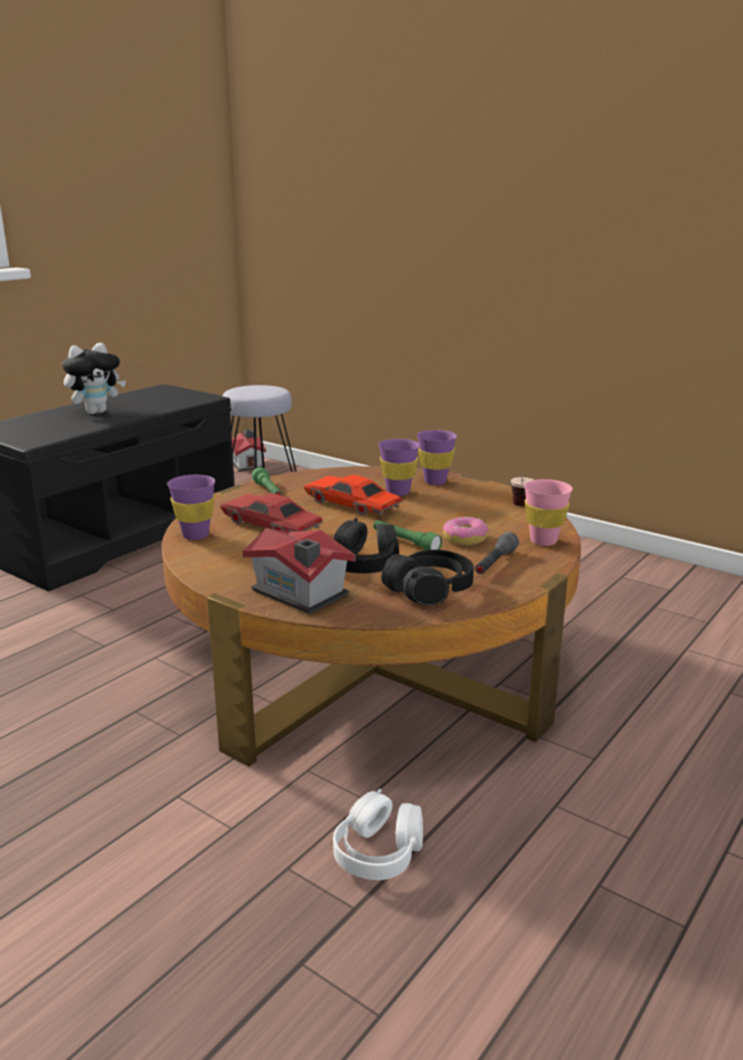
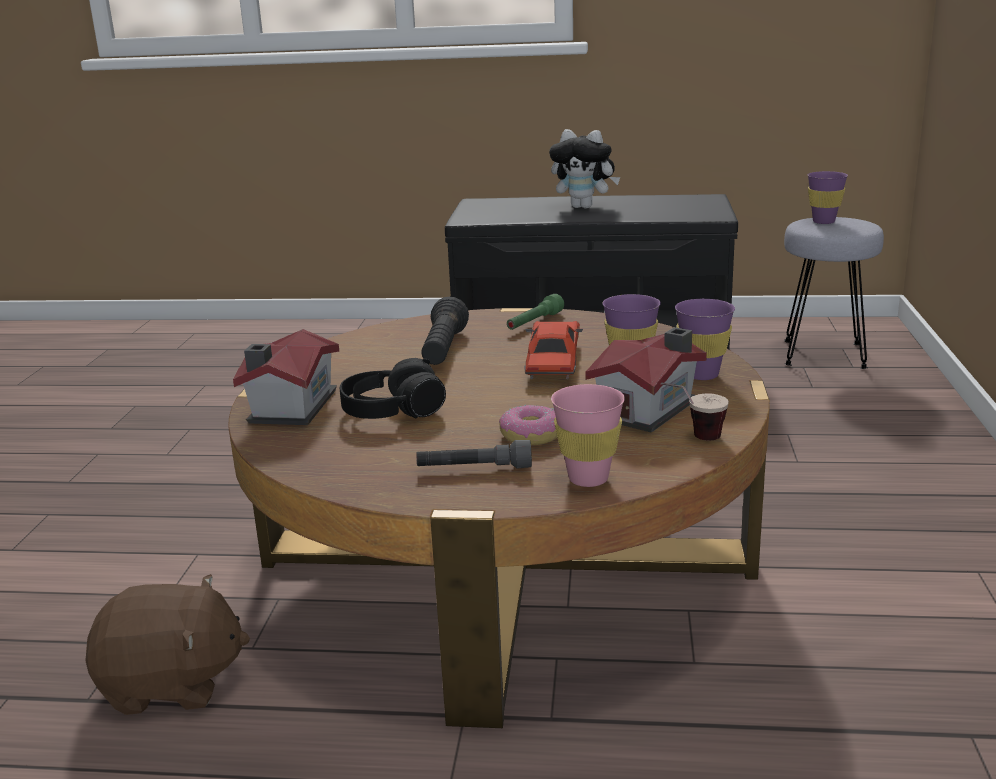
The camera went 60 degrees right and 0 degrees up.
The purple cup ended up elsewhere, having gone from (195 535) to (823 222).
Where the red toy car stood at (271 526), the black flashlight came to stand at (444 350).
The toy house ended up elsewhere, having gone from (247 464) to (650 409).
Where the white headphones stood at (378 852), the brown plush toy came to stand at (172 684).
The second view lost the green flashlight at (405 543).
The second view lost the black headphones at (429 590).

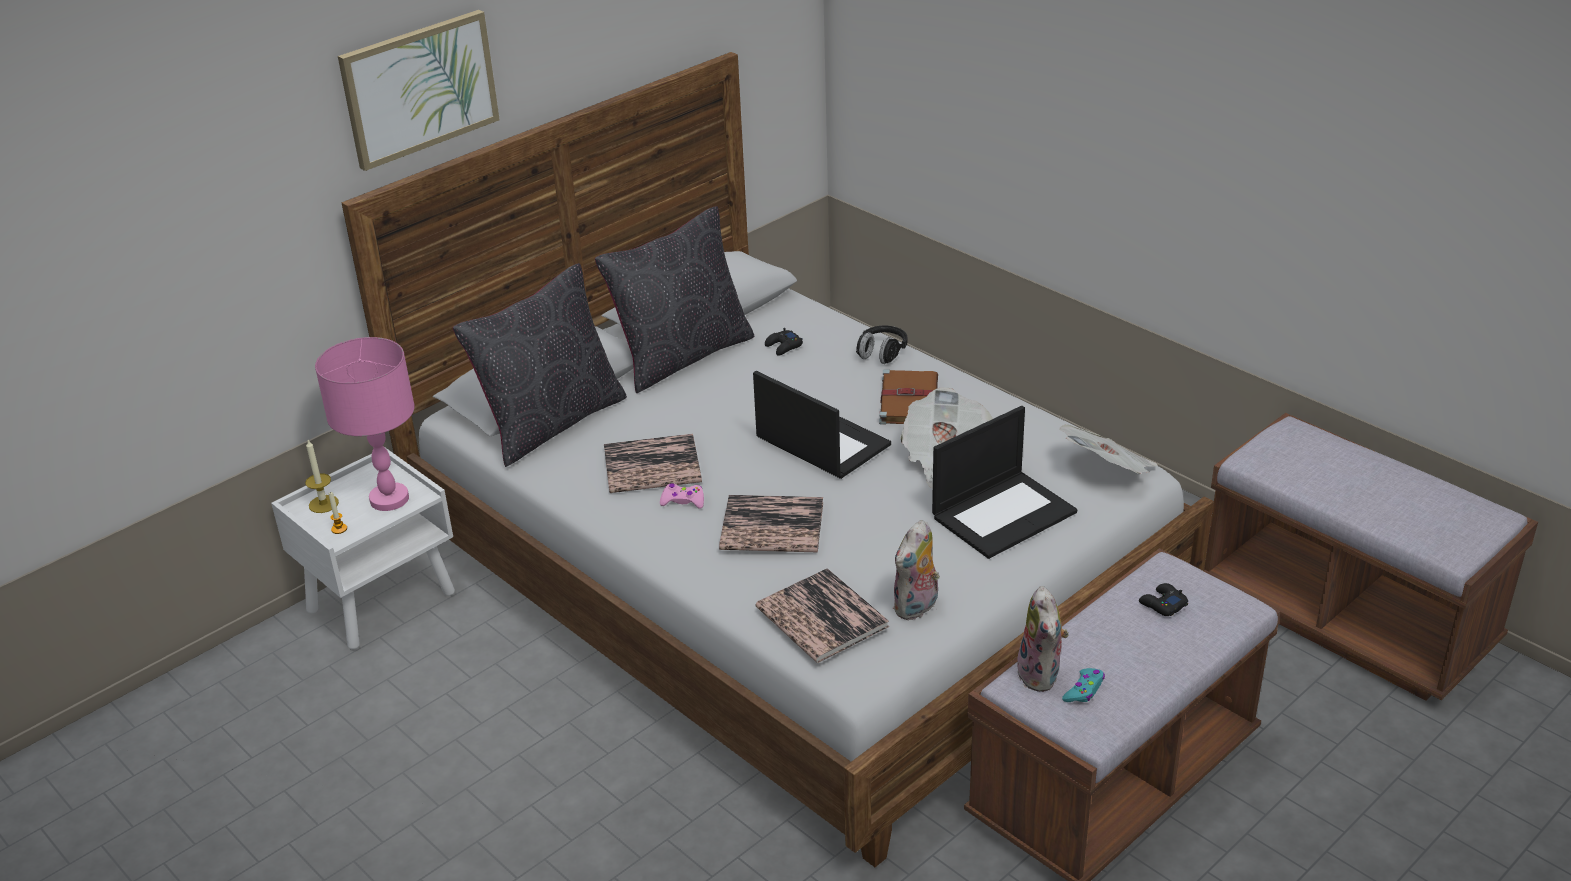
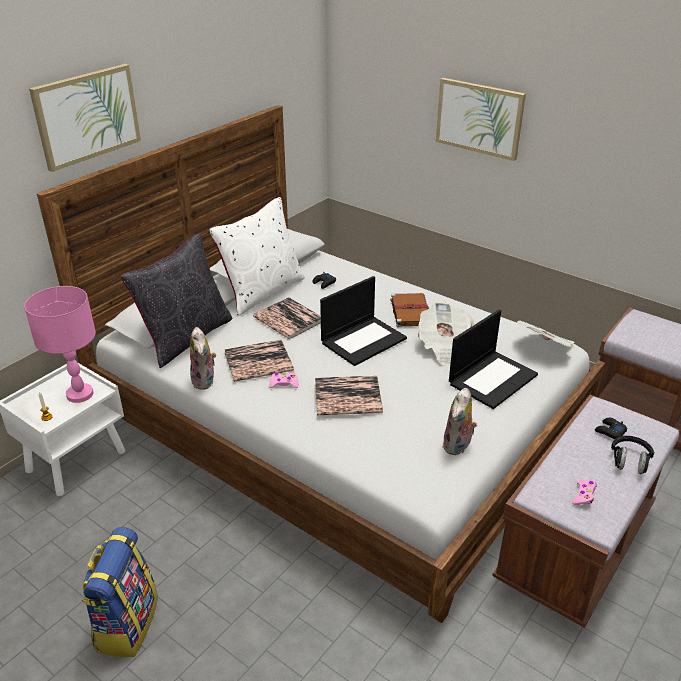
The camera went 10 degrees left and 0 degrees up.
The second view lost the candle at (323 504).
What was the black pillow at (682 356) turned into the white pillow at (262 292).
The laptop at (821 442) ended up facing another way, 105 degrees clockwise from before.
The book ended up elsewhere, having gone from (821 617) to (288 319).
The black headphones ended up elsewhere, having gone from (881 353) to (629 461).
The plush toy ended up elsewhere, having gone from (1042 675) to (205 381).
What was the turquoise game controller at (1084 690) turned into the pink game controller at (583 495).
The second view gained the backpack at (126 623).
The second view gained the picture at (479 118).

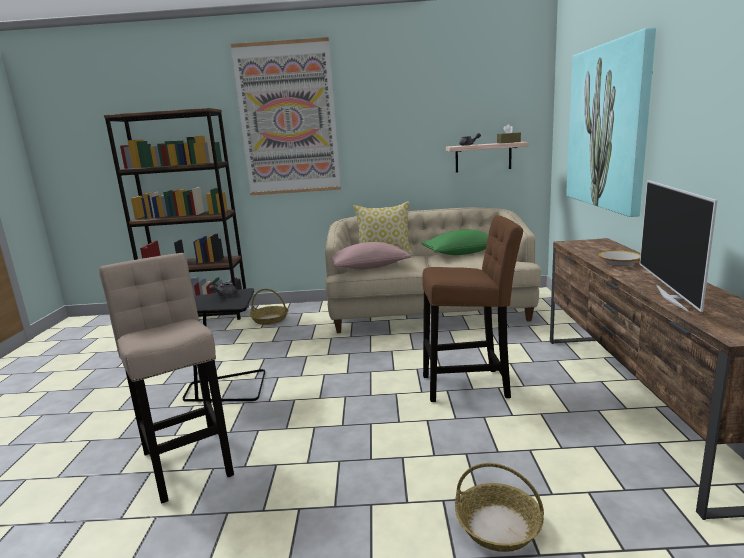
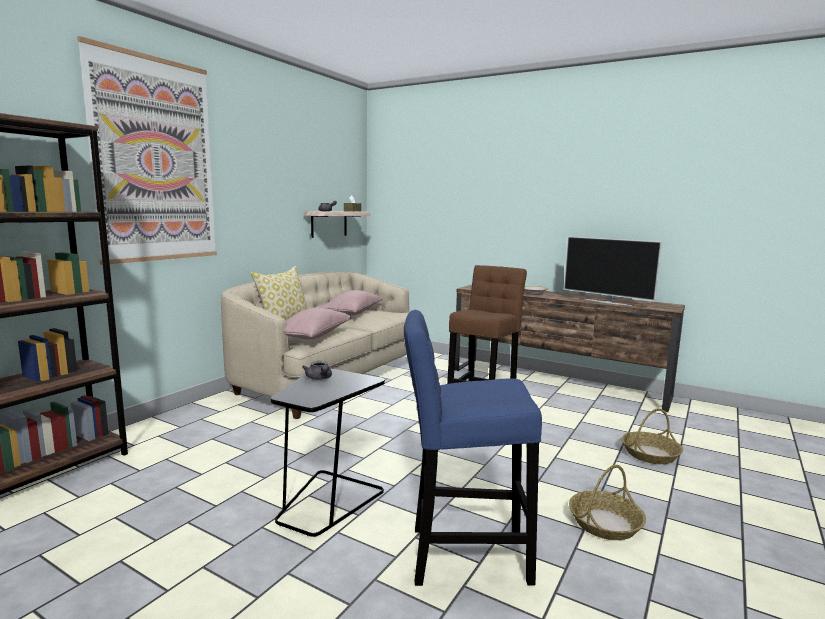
The camera went 60 degrees left and 5 degrees down.
What was the beige stool at (187 459) turned into the blue stool at (462 555).
The basket ended up elsewhere, having gone from (270 319) to (605 523).
What was the green pillow at (462 253) turned into the pink pillow at (352 313).
The second view lost the picture at (608 127).

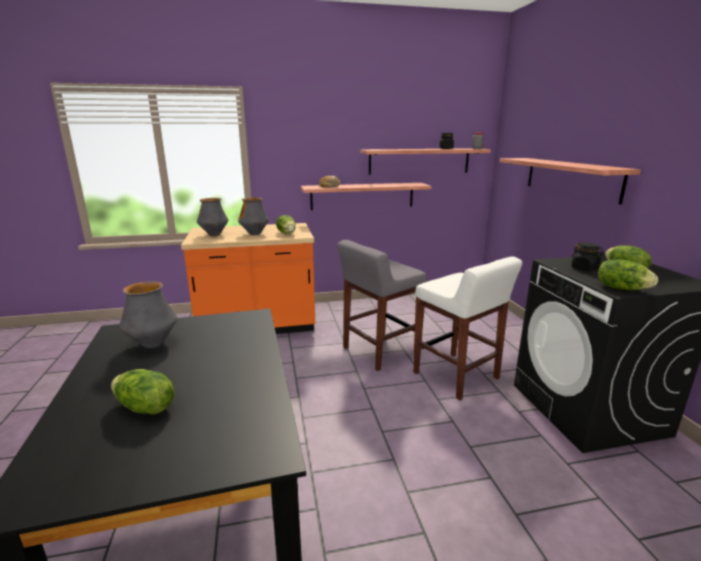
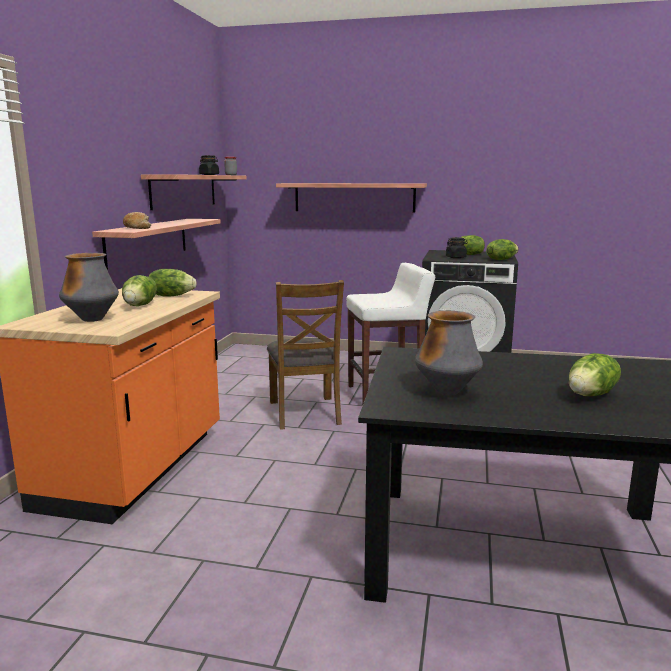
The camera went 65 degrees left and 5 degrees down.
Where the vase stood at (254 234), the lettuce came to stand at (140 305).
Where the grey stool stood at (379 351), the brown chair came to stand at (305 412).

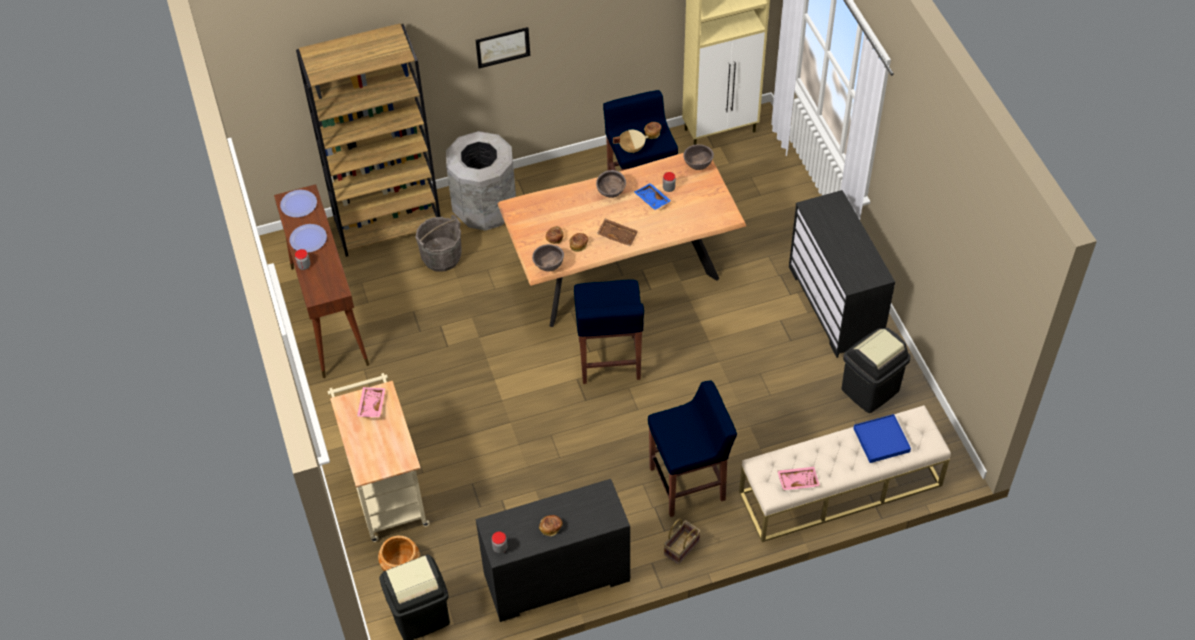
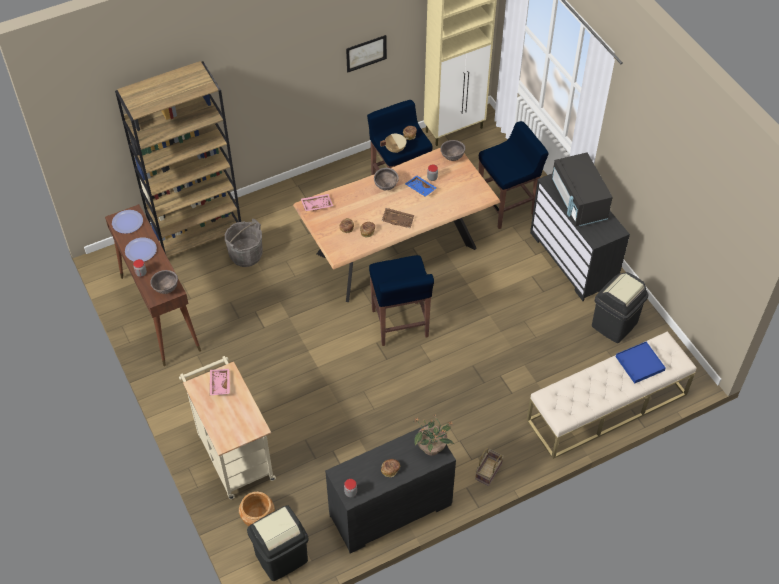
The camera went 10 degrees left and 0 degrees up.
The second view lost the grey trash can at (484 209).
The picture ended up elsewhere, having gone from (503 47) to (366 53).
The brown bowl ended up elsewhere, having gone from (548 266) to (166 289).
The blue stool ended up elsewhere, having gone from (689 484) to (507 206).
The pink tray ended up elsewhere, having gone from (797 480) to (317 205).
The second view gained the potted plant at (432 447).
The second view gained the black microwave at (578 202).

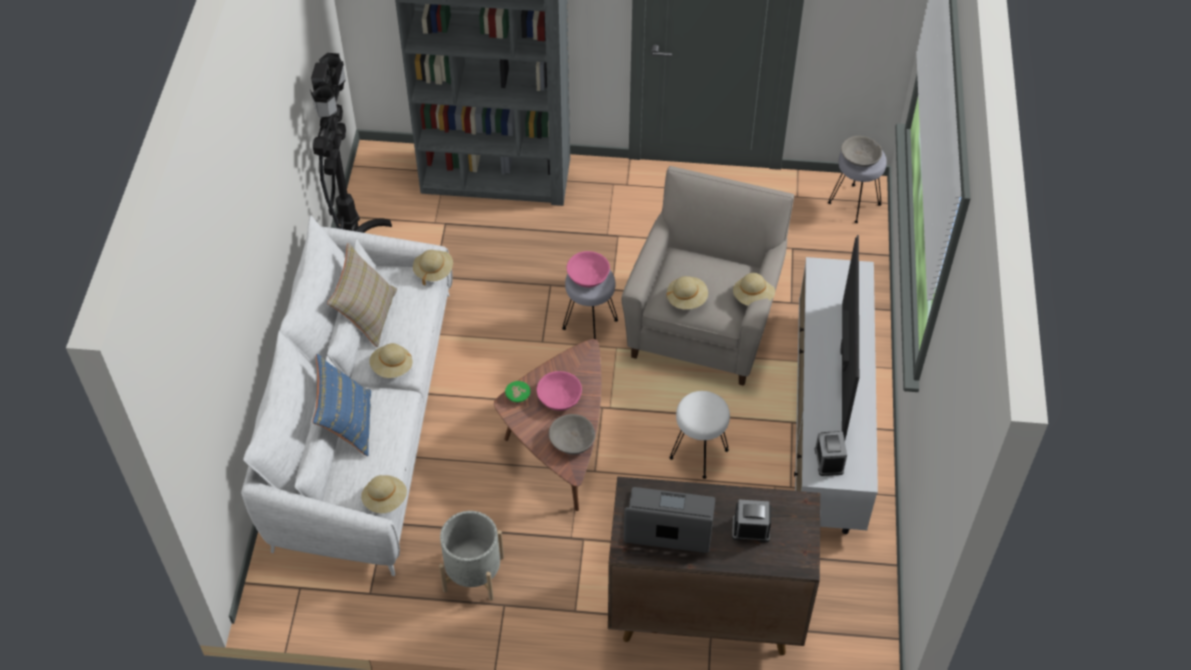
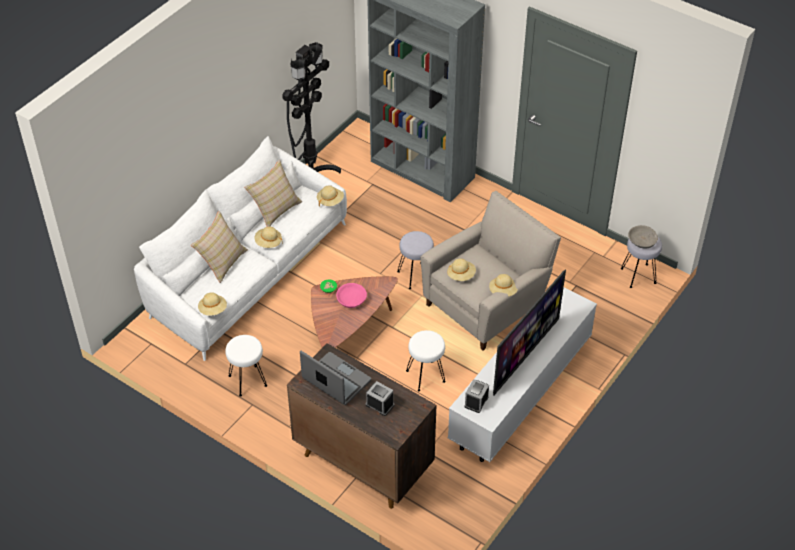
The camera went 30 degrees right and 5 degrees down.
What was the blue pillow at (347 424) turned into the beige pillow at (222 262).
Where the grey planter stood at (473 574), the white stool came to stand at (247 380).
The second view lost the grey bowl at (572 440).
The second view lost the pink bowl at (588 276).

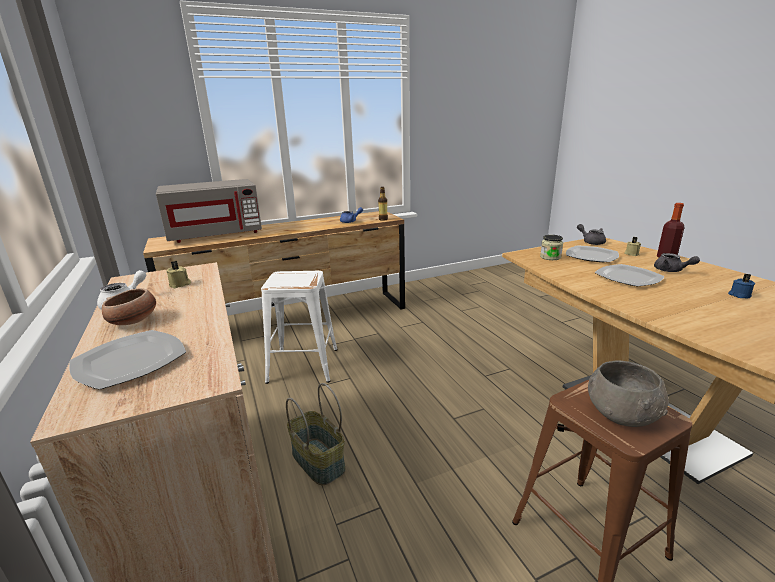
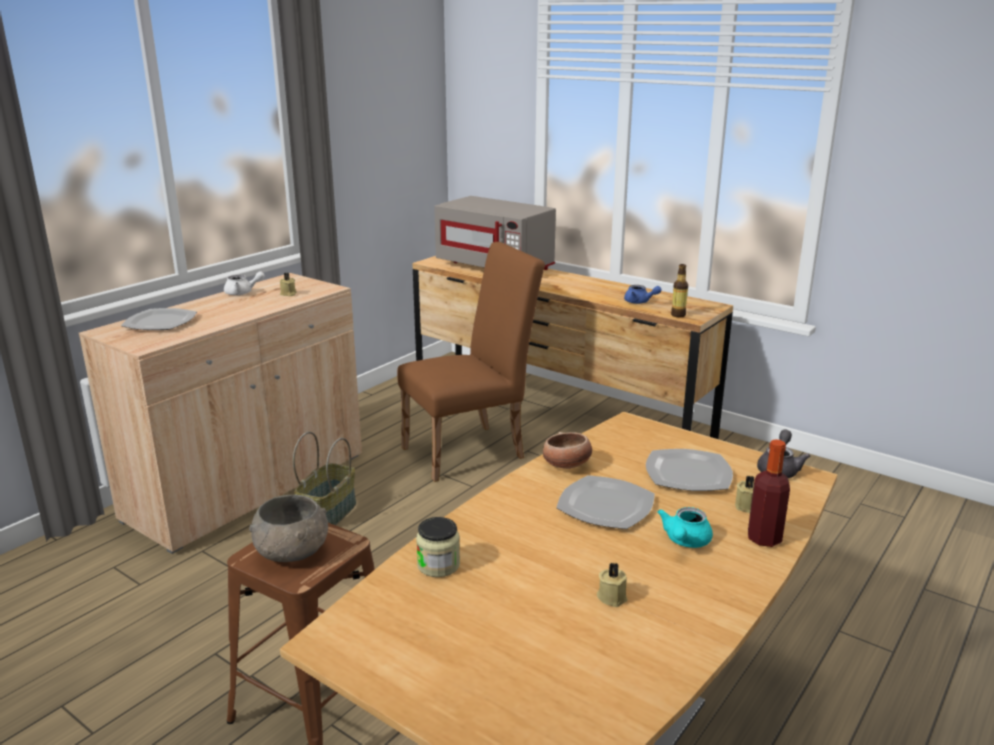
The camera went 60 degrees right and 0 degrees up.
The bowl ended up elsewhere, having gone from (134 321) to (567 465).
Where the white stool stood at (303 364), the brown chair came to stand at (471 450).
The jar ended up elsewhere, having gone from (550 257) to (438 565).
What was the grey teapot at (671 271) turned into the turquoise teapot at (685 541).
What was the blue candle at (739 295) turned into the beige candle at (612 596).

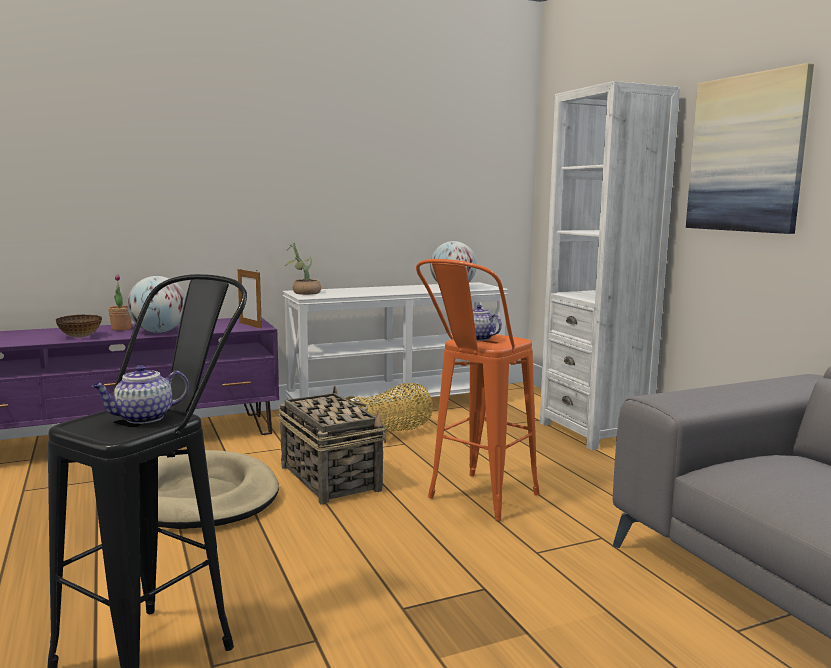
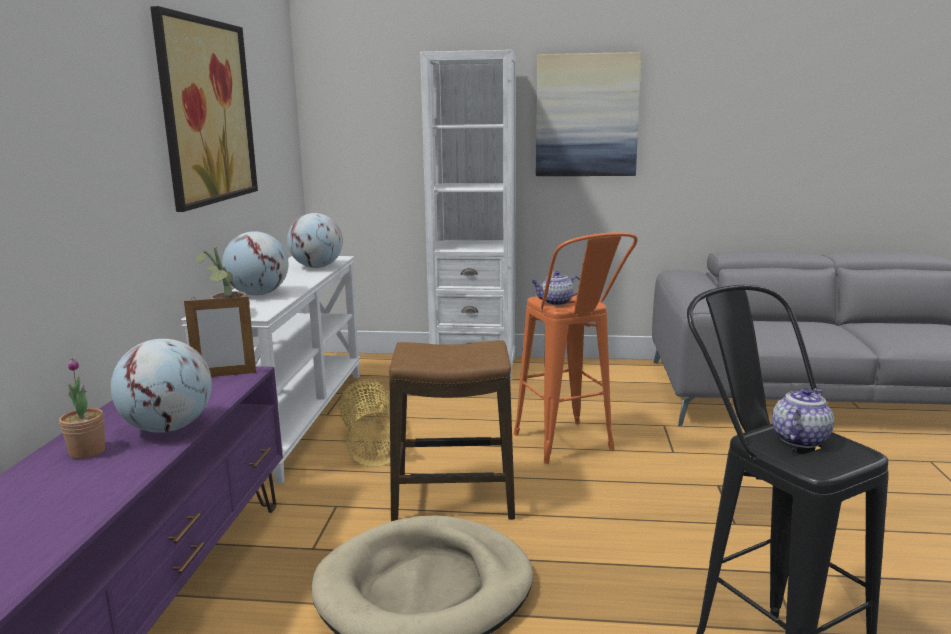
The camera went 60 degrees left and 5 degrees up.
The second view lost the bowl at (80 337).
The teapot at (143 418) ended up facing another way, 135 degrees counterclockwise from before.
Where the basket stood at (329 478), the stool came to stand at (453 499).
The second view gained the picture at (206 112).
The second view gained the globe at (258 294).

